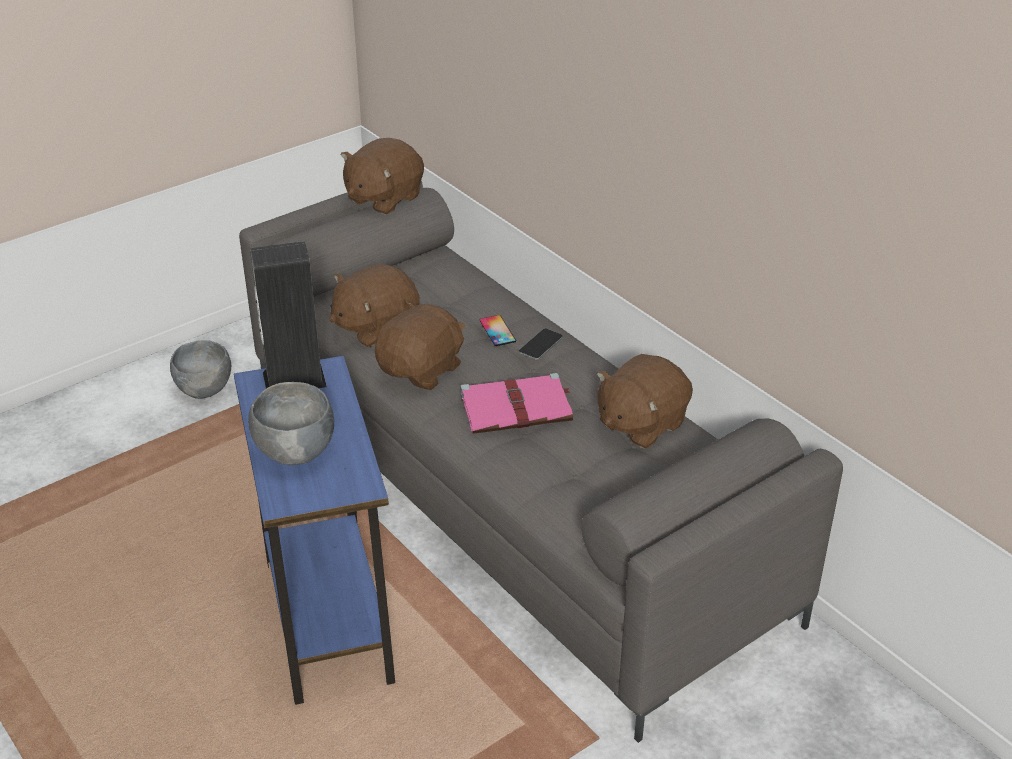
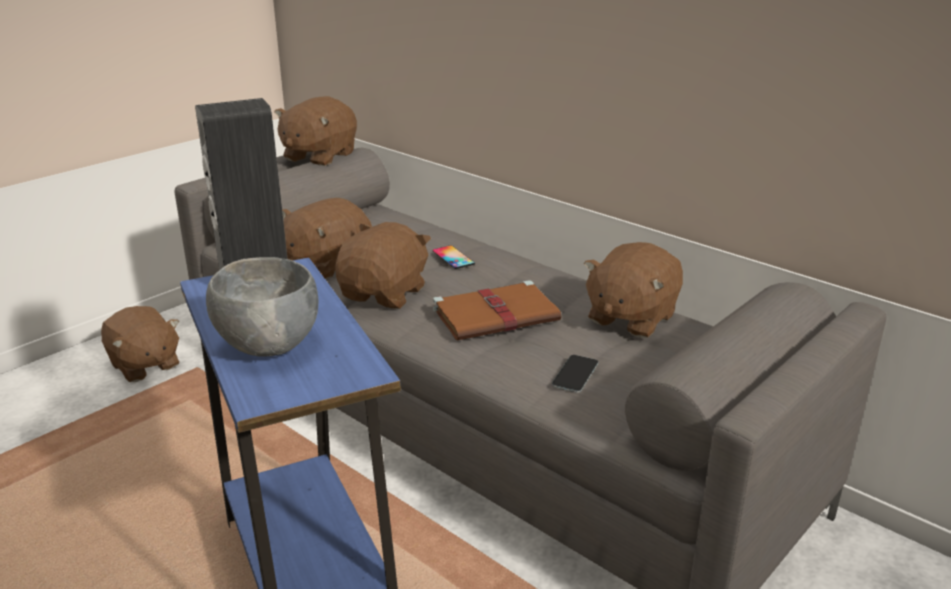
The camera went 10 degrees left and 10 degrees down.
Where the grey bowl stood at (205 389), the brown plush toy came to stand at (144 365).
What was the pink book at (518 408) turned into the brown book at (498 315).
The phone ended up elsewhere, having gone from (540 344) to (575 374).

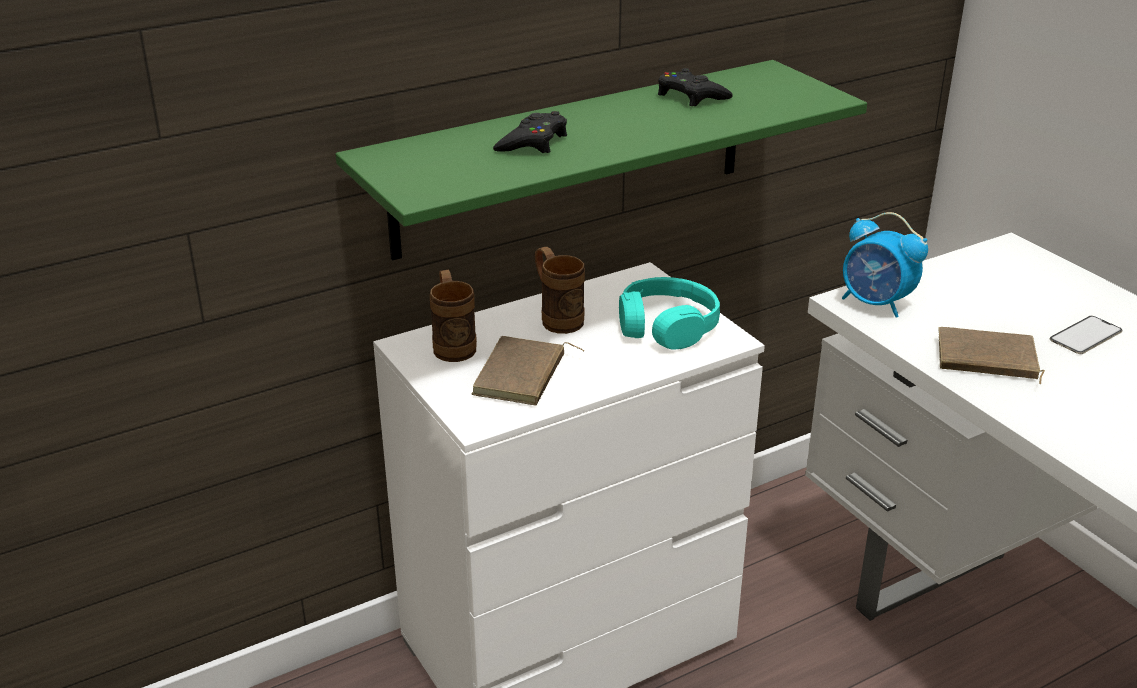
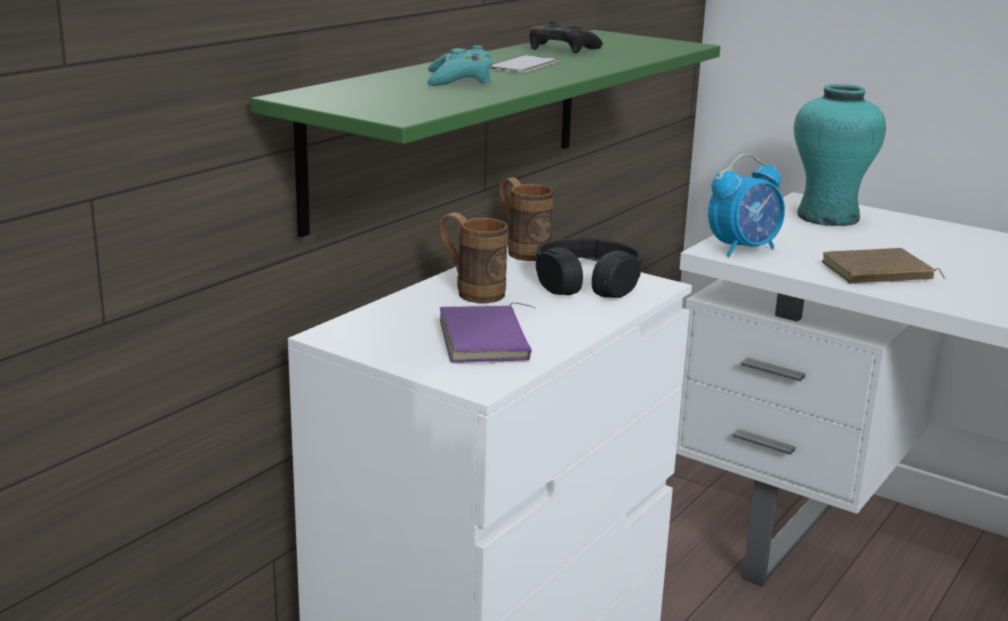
The camera went 25 degrees left and 10 degrees down.
The brown mug ended up elsewhere, having gone from (453 344) to (521 251).
What was the brown book at (522 377) turned into the purple book at (487 341).
What was the black game controller at (533 142) turned into the turquoise game controller at (459 79).
What was the turquoise headphones at (666 326) turned into the black headphones at (587 284).
The alarm clock at (876 304) ended up facing another way, 45 degrees counterclockwise from before.
The phone ended up elsewhere, having gone from (1085 335) to (523 65).
The second view gained the turquoise vase at (827 217).

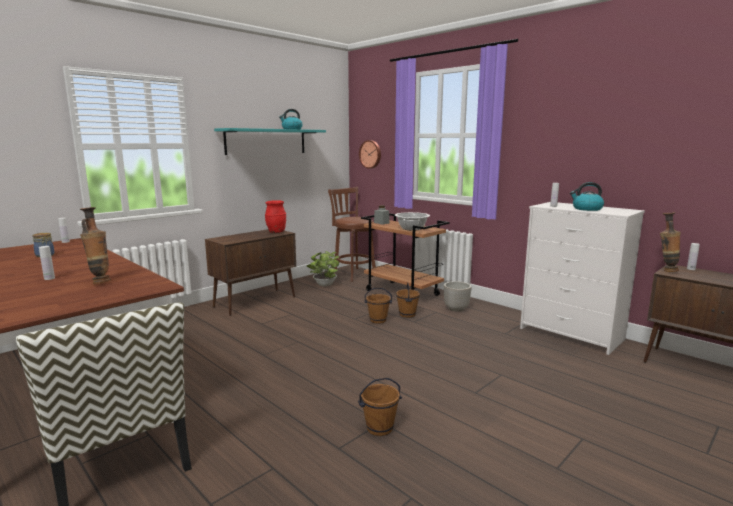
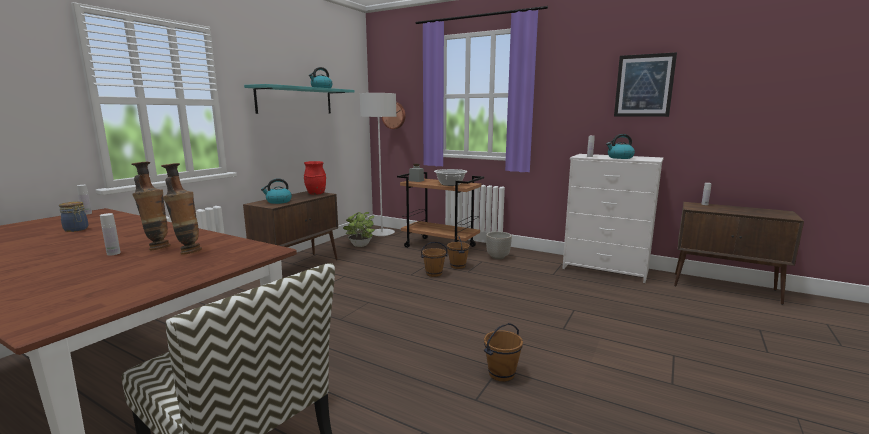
The camera went 15 degrees left and 0 degrees up.
Where the brown stool stood at (353 274), the grey floor lamp came to stand at (382 233).
The vase ended up elsewhere, having gone from (666 270) to (157 248).
The second view gained the kettle at (278 201).
The second view gained the picture at (644 85).

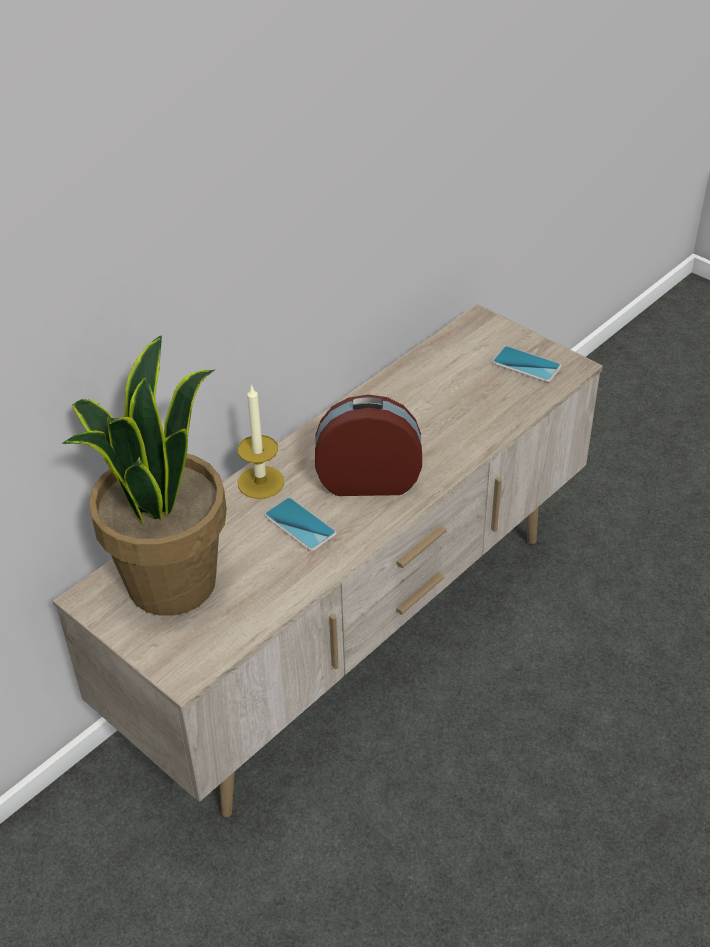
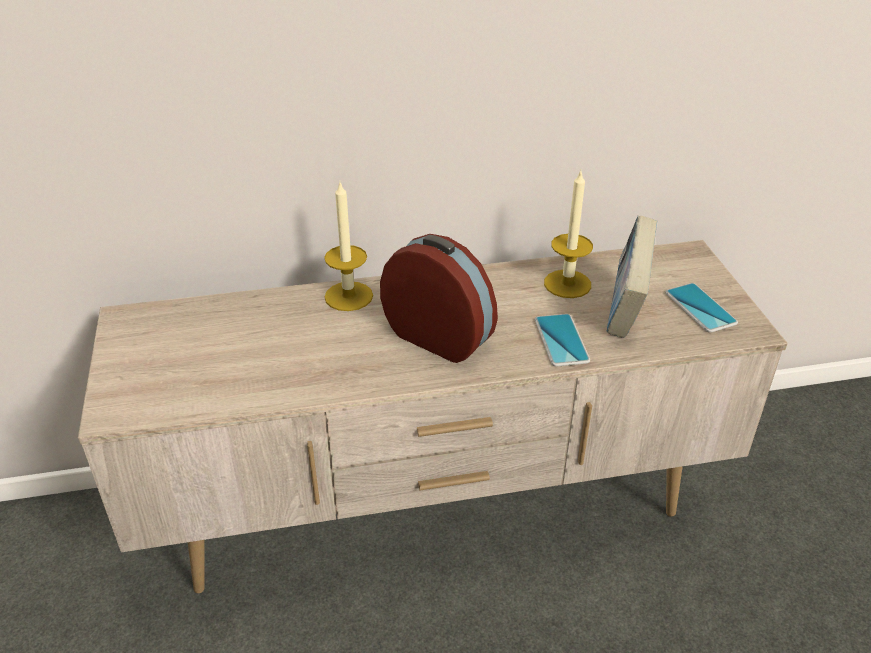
The camera went 35 degrees right and 5 degrees down.
The second view lost the potted plant at (170 581).
The phone ended up elsewhere, having gone from (300 525) to (561 340).
The second view gained the candle at (567 284).
The second view gained the book at (625 311).

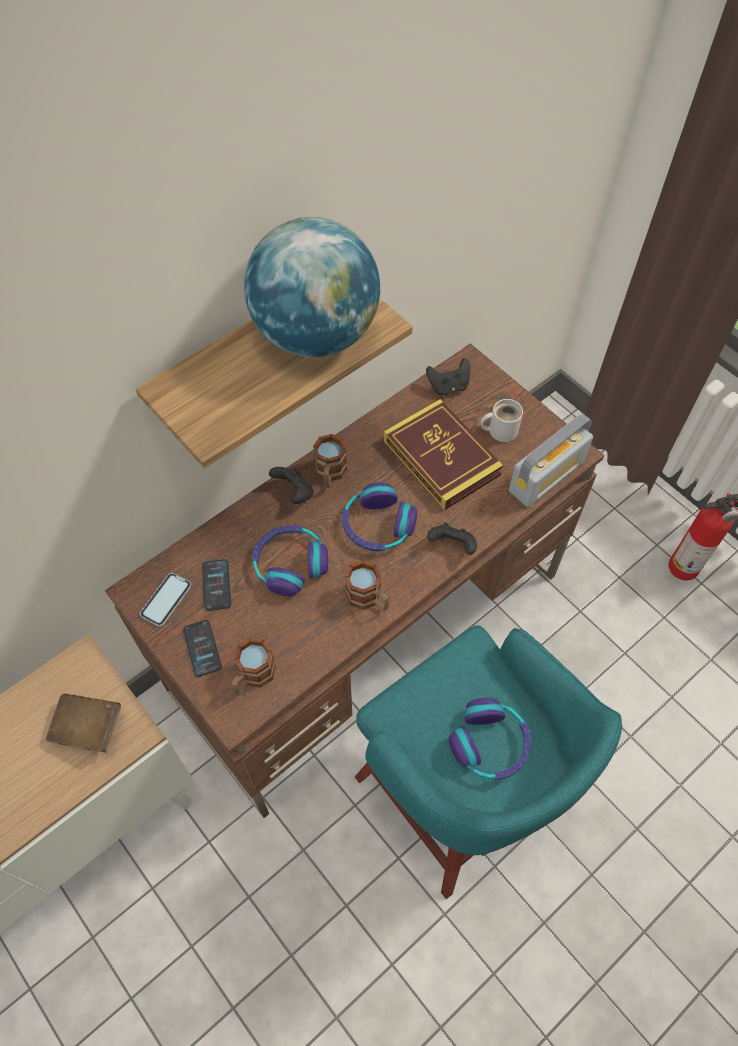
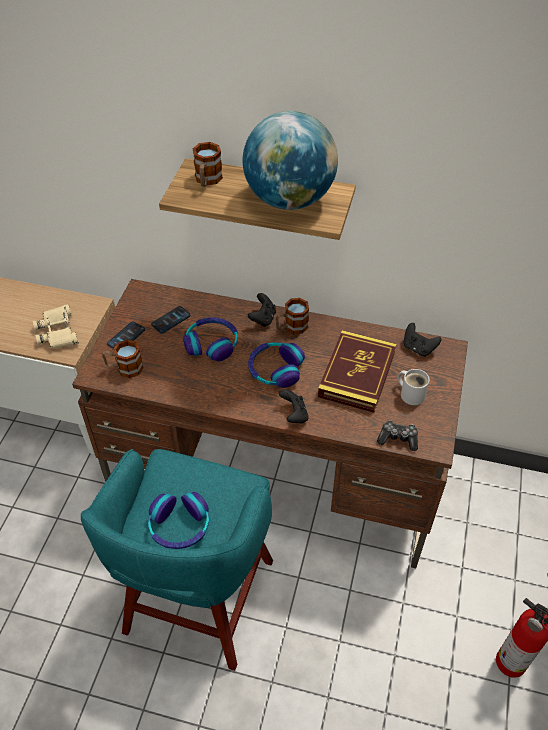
The camera went 55 degrees right and 10 degrees down.
Where the brown book stood at (89 728), the beige binoculars came to stand at (58 331).
The second view lost the phone at (166 600).
The mug ended up elsewhere, having gone from (369 599) to (207 180).
Where the radio stood at (546 476), the game controller came to stand at (398 439).

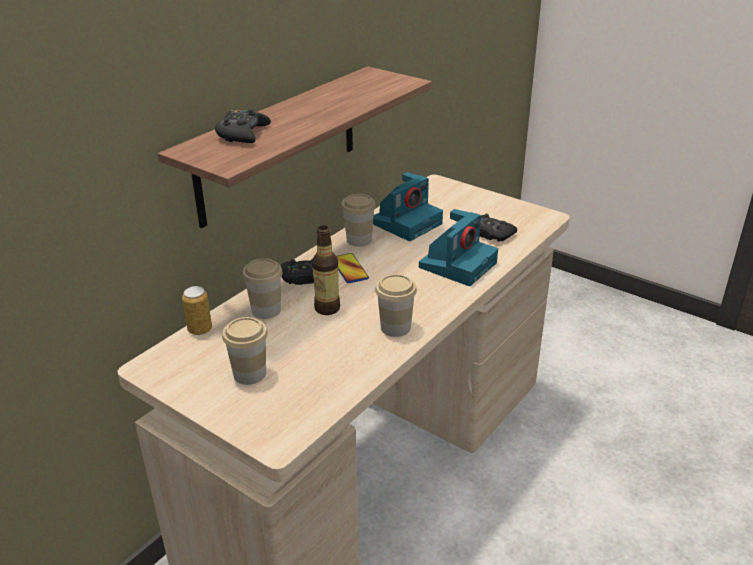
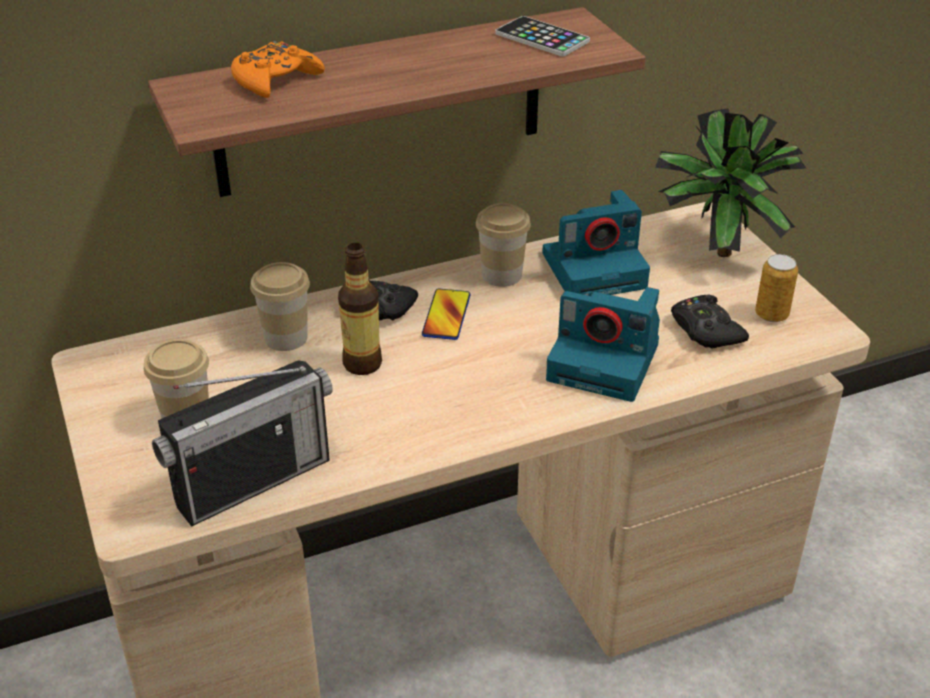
The camera went 30 degrees right and 5 degrees up.
The can ended up elsewhere, having gone from (200 329) to (771 314).
What was the black game controller at (242 134) turned into the orange game controller at (275 80).
The second view lost the cup at (395 327).
The photo camera at (458 264) ended up facing another way, 45 degrees clockwise from before.
The second view gained the radio at (252 481).
The second view gained the phone at (542 38).
The second view gained the potted plant at (714 250).

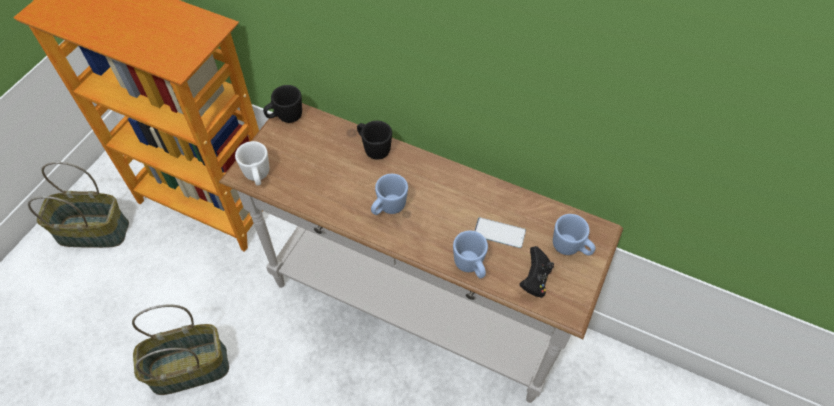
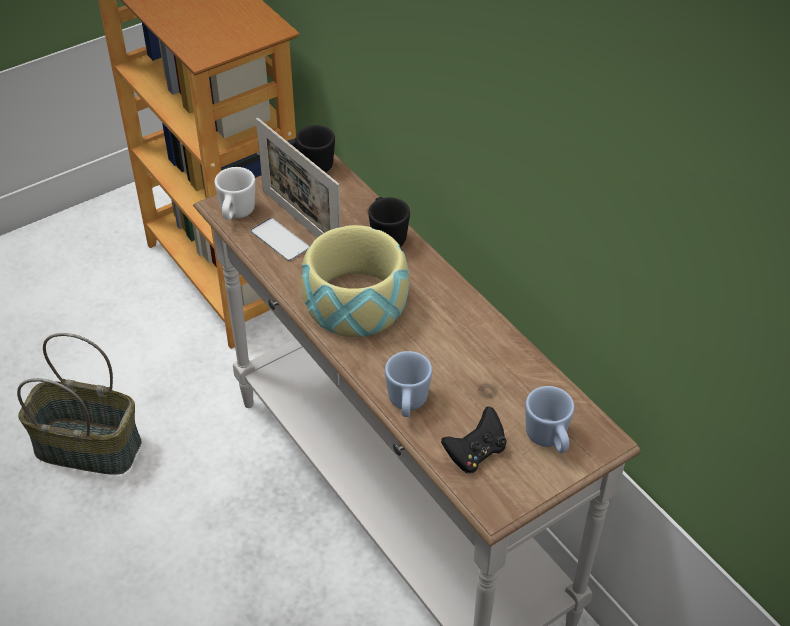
The camera went 30 degrees right and 10 degrees down.
The second view lost the basket at (94 230).
Where the blue mug stood at (388 208), the bowl came to stand at (356 304).
The phone ended up elsewhere, having gone from (499 233) to (280 240).
The second view gained the picture frame at (301 223).

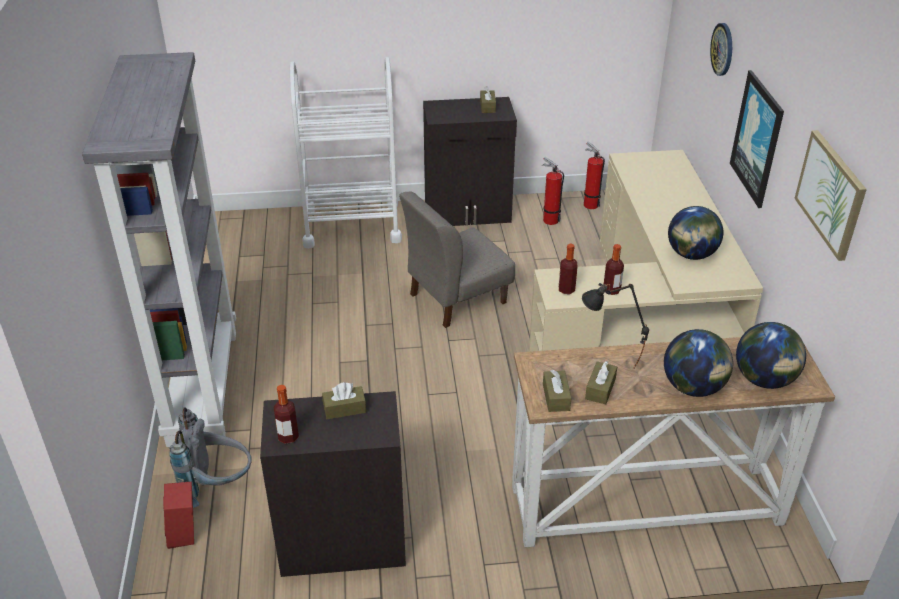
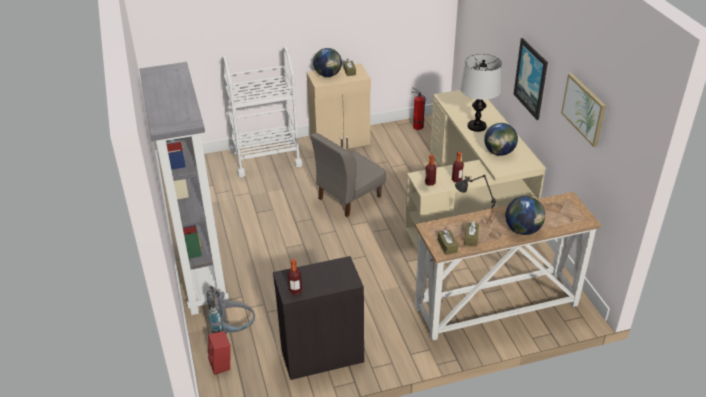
The camera went 10 degrees left and 0 degrees up.
The second view lost the brown tissue box at (344 409).
What was the black cabinet at (468 213) turned into the beige cabinet at (340 141).
The second view lost the fire extinguisher at (549 219).
The second view lost the wall clock at (722 49).
The globe ended up elsewhere, having gone from (764 379) to (328 75).
The second view gained the table lamp at (476 126).

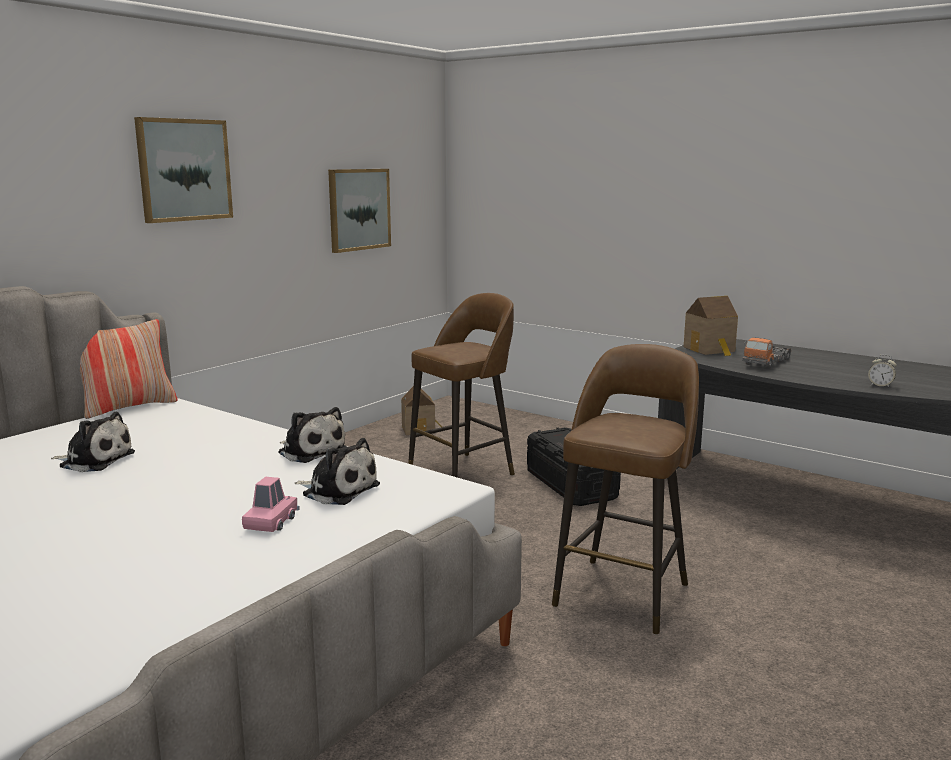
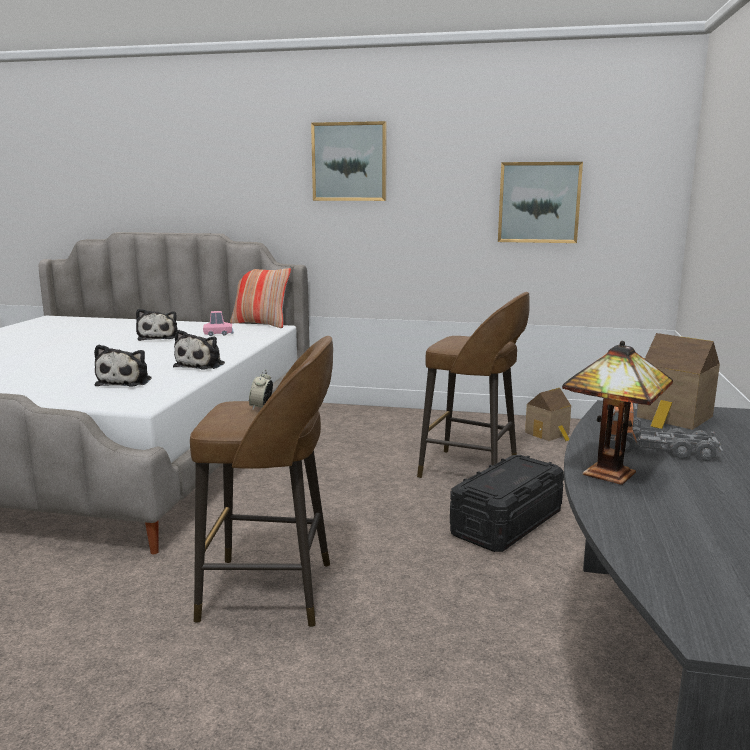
The camera went 65 degrees right and 0 degrees up.
The pink toy car ended up elsewhere, having gone from (271 522) to (218 334).
The alarm clock ended up elsewhere, having gone from (880 386) to (261 407).
The second view gained the table lamp at (608 472).

